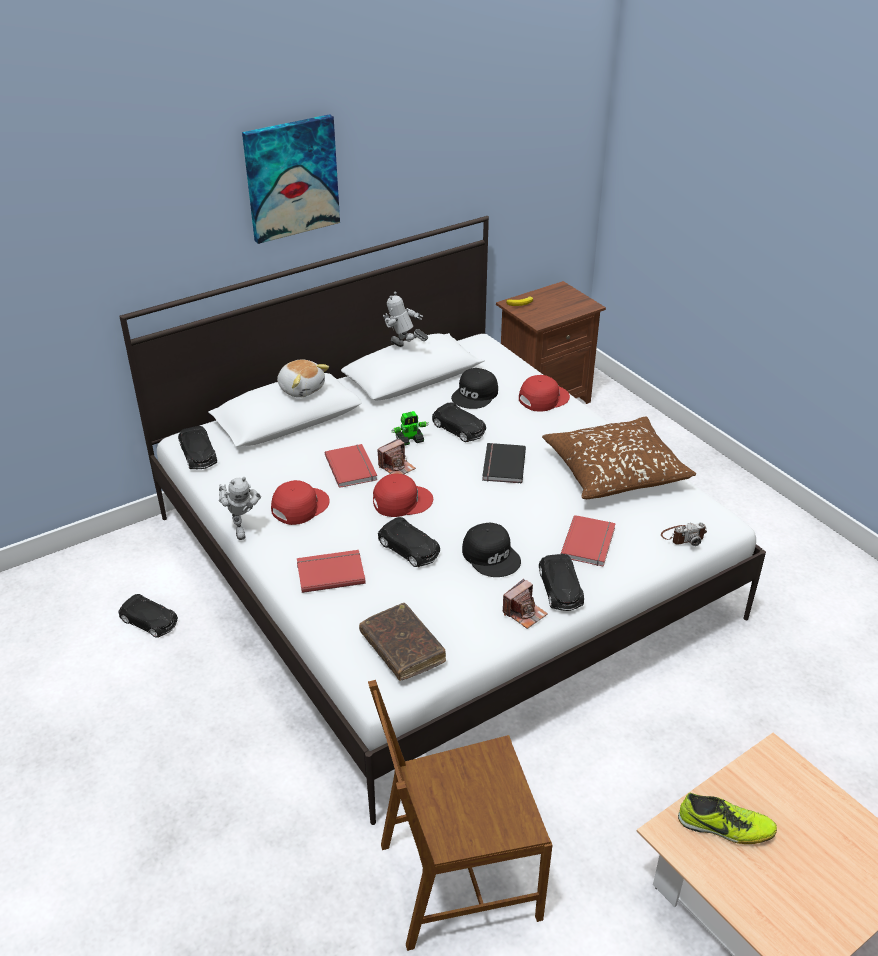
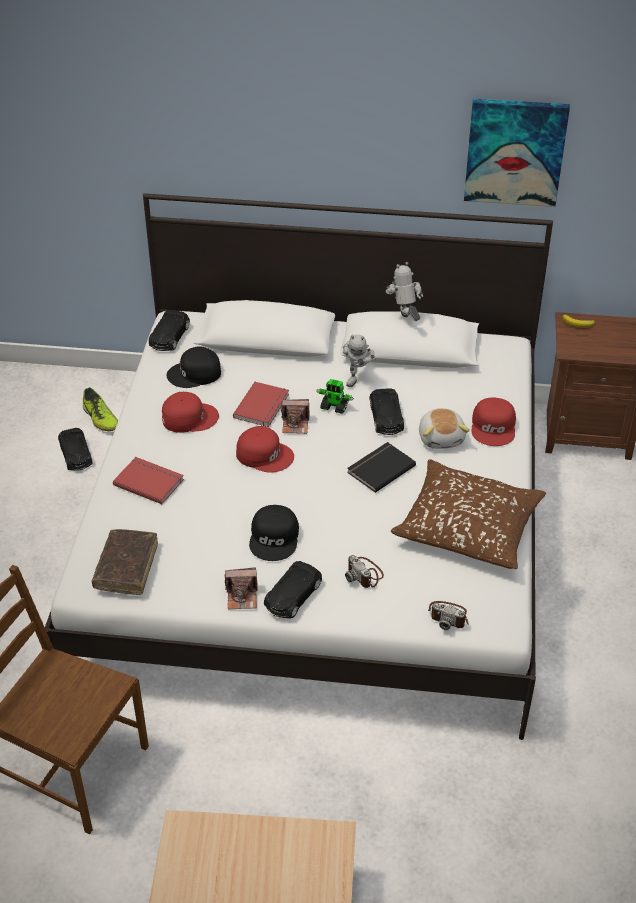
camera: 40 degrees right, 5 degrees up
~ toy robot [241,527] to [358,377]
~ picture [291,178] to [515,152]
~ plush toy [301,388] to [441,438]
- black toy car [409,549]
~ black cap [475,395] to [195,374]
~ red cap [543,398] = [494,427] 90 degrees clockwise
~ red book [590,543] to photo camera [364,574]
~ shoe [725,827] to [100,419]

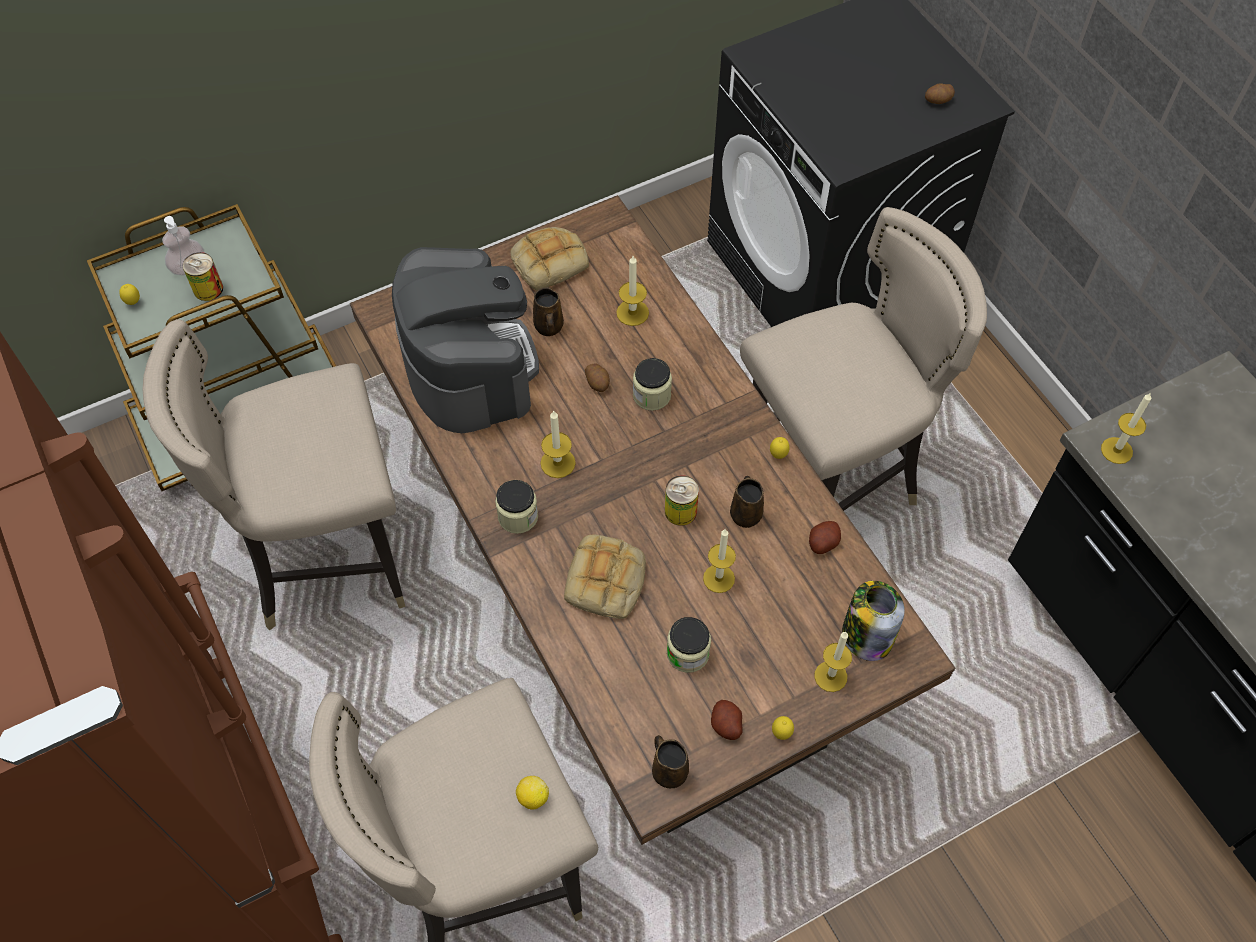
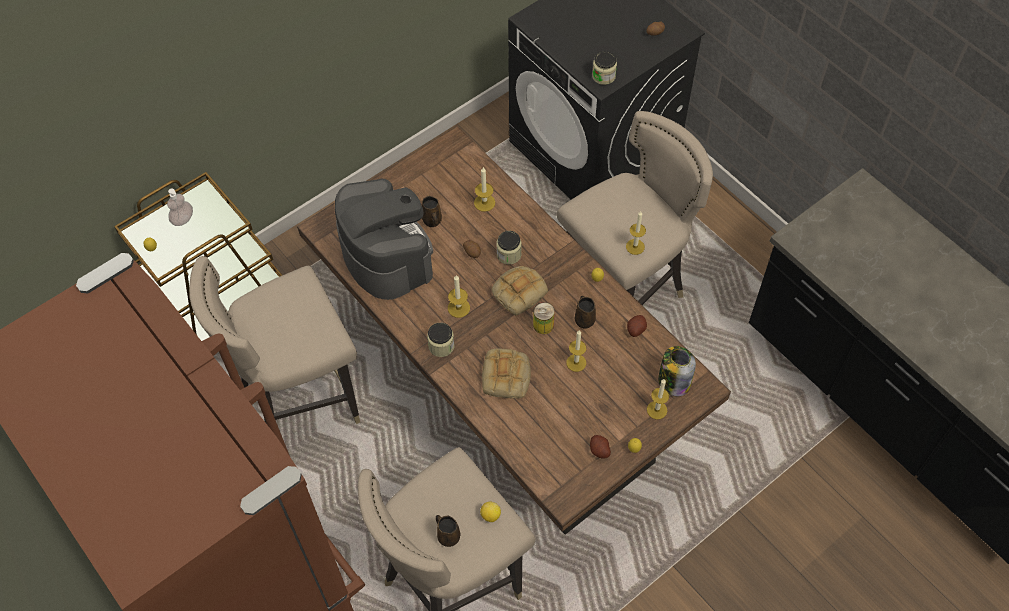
camera: 10 degrees left, 0 degrees up
- can [208,289]
~ bread [550,261] to [519,291]
~ brown mug [668,771] to [448,536]
~ jar [687,653] to [603,76]
~ candle [1116,450] to [635,246]

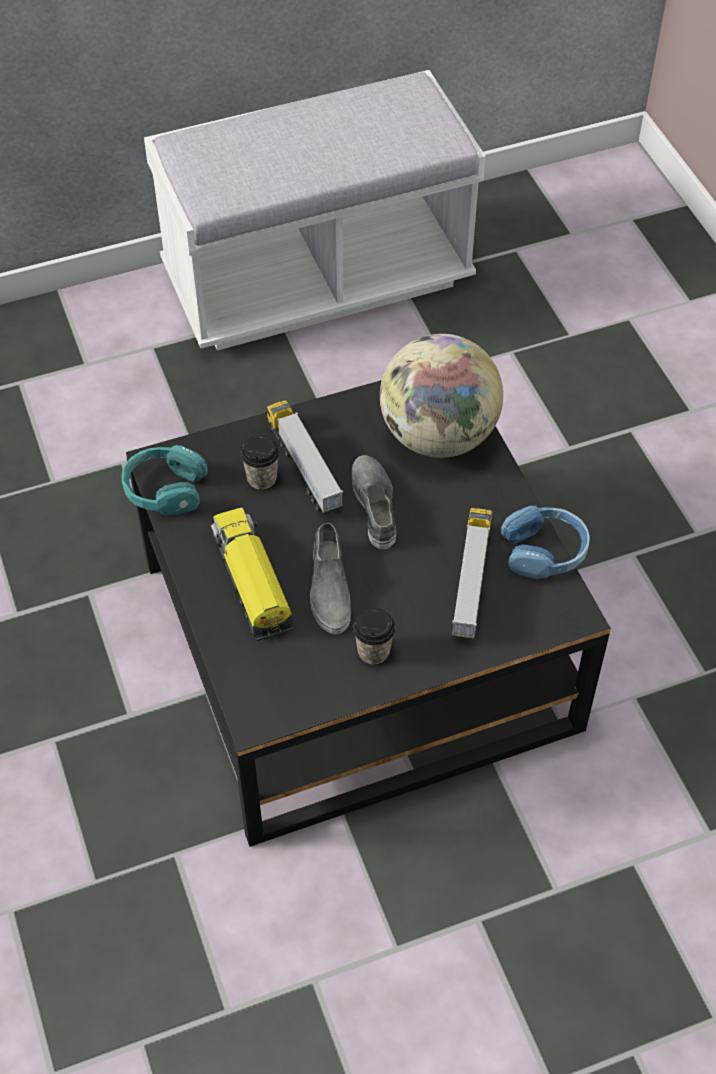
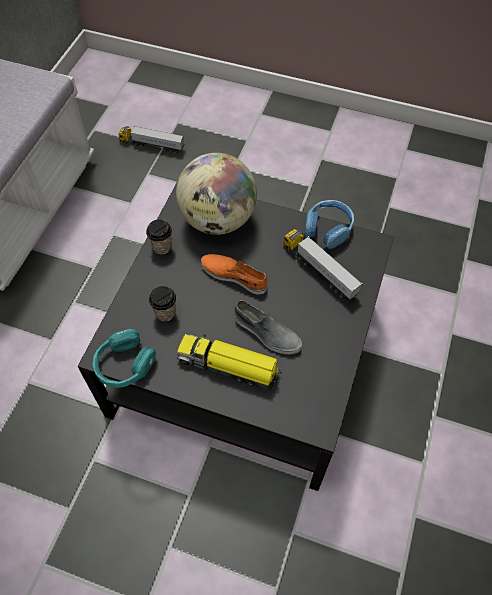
camera: 50 degrees left, 5 degrees up
~ toy truck [304,467] to [152,145]
~ grey shoe [375,505] to orange shoe [234,275]
~ cup [373,651] to [162,247]

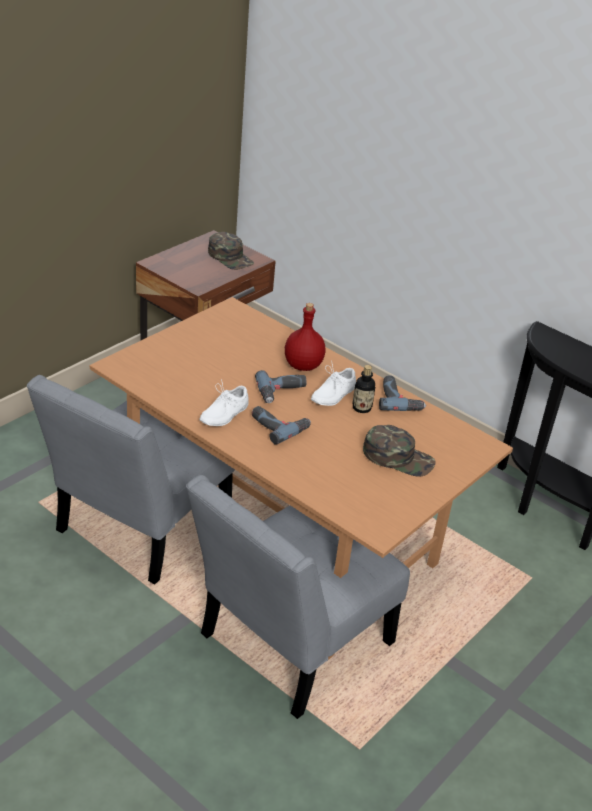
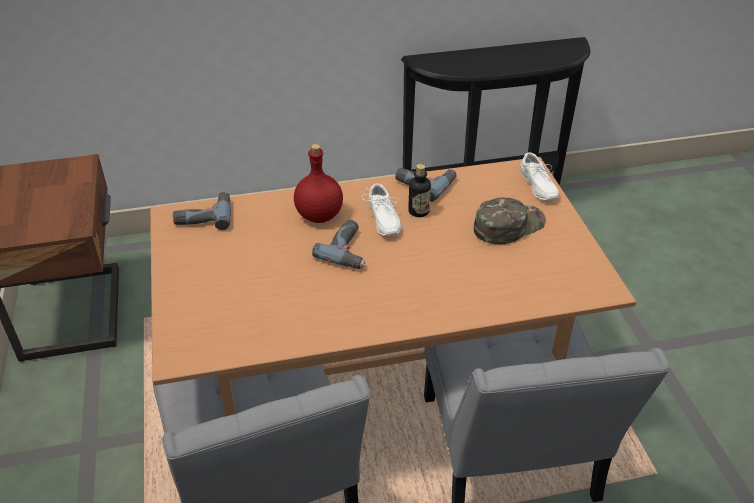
camera: 50 degrees left, 5 degrees up
~ white shoe [222,414] to [536,186]
- green cap [230,257]
~ power drill [279,426] to [204,215]

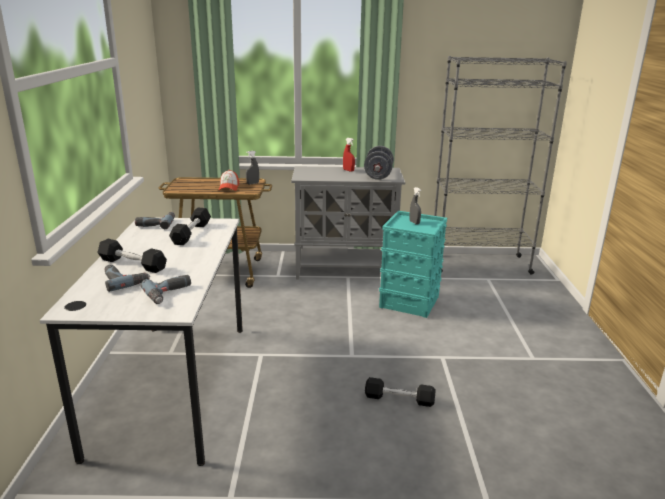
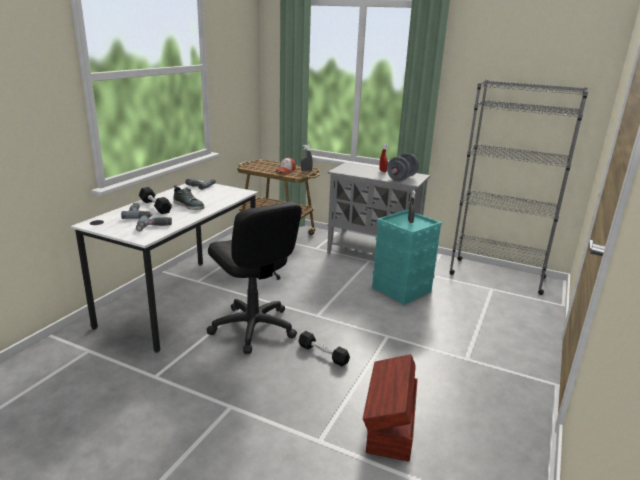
camera: 25 degrees right, 0 degrees up
- black dumbbell [191,233]
+ shoe [189,205]
+ black office chair [253,328]
+ brown storage box [390,424]

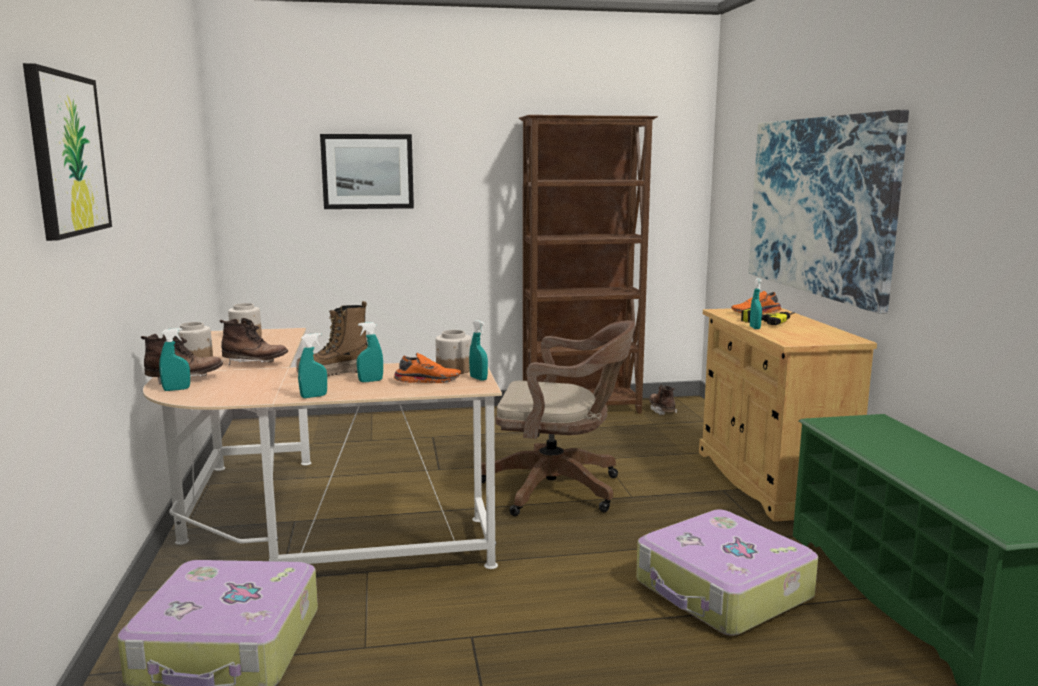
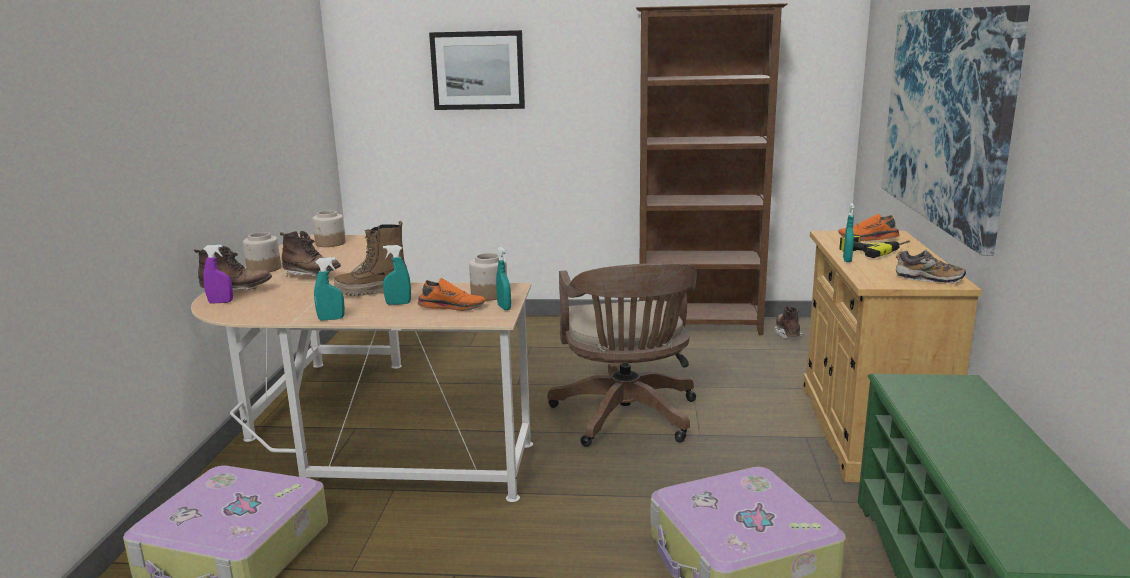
camera: 15 degrees right, 5 degrees up
- picture [67,154]
~ turquoise spray bottle [176,389] to purple spray bottle [220,302]
~ brown office chair [559,489] = [627,418] 60 degrees clockwise
+ shoe [928,279]

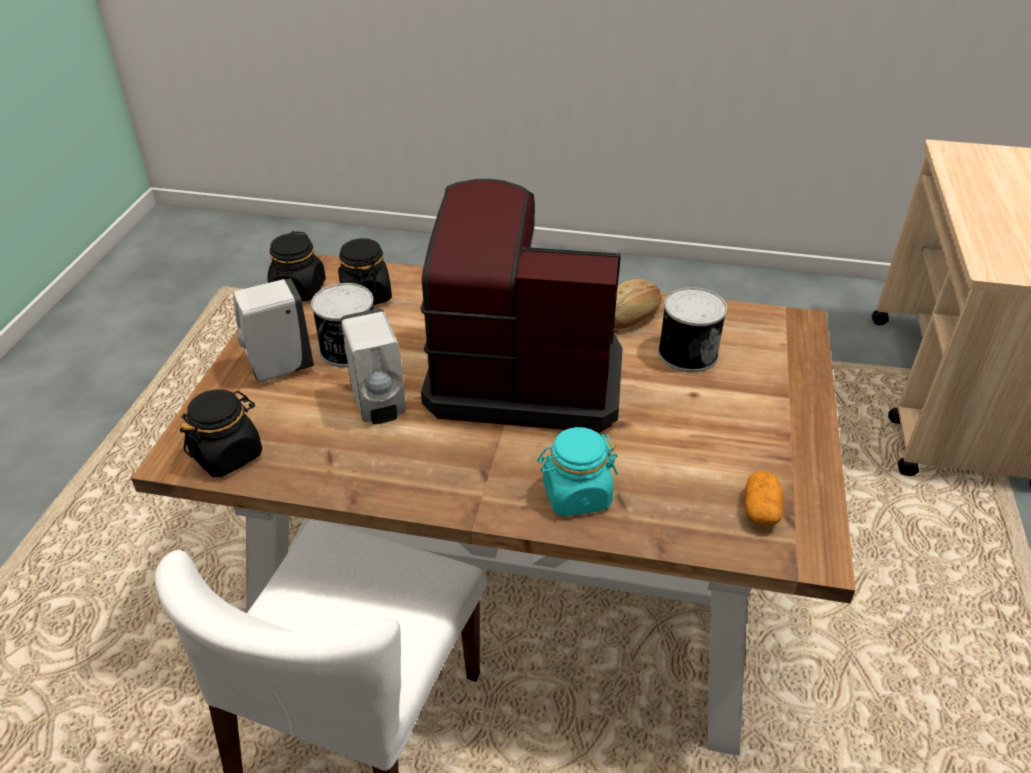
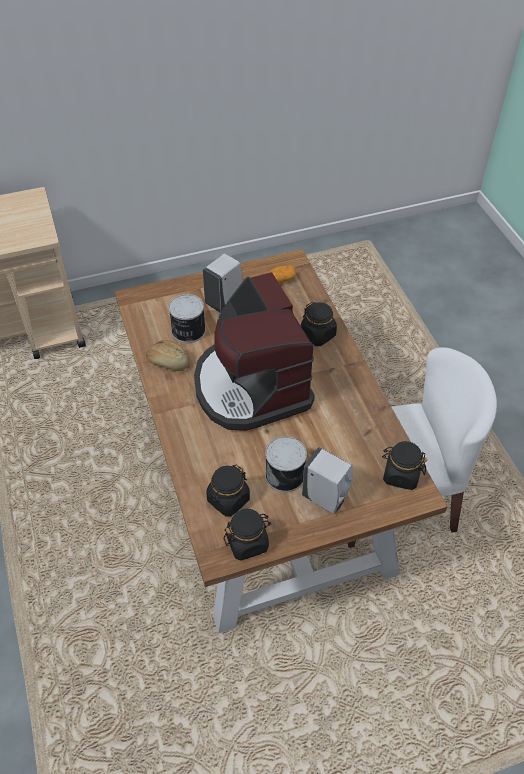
camera: 120 degrees left, 10 degrees up
~ white soap dispenser [379,406] to [224,300]
~ turquoise jar [576,495] to black jar [318,335]

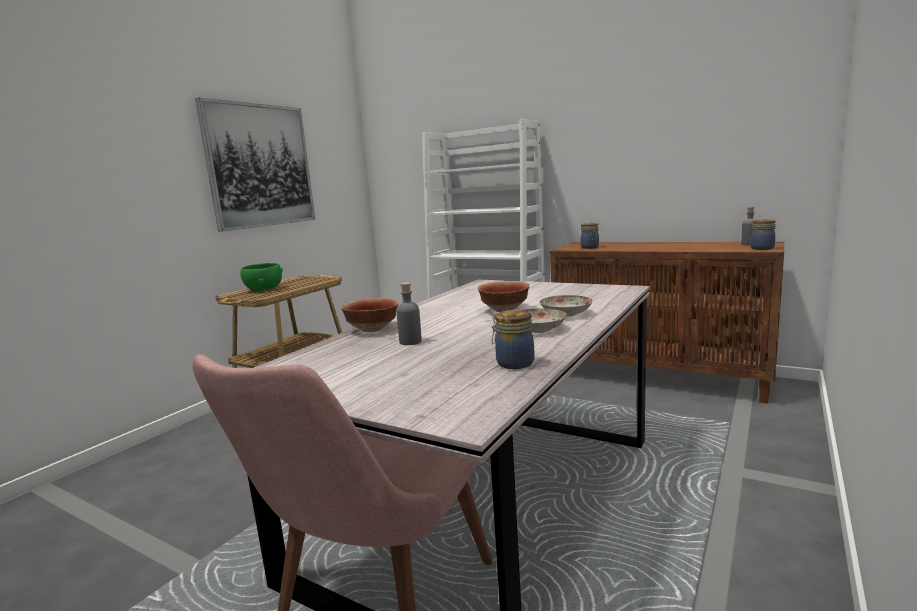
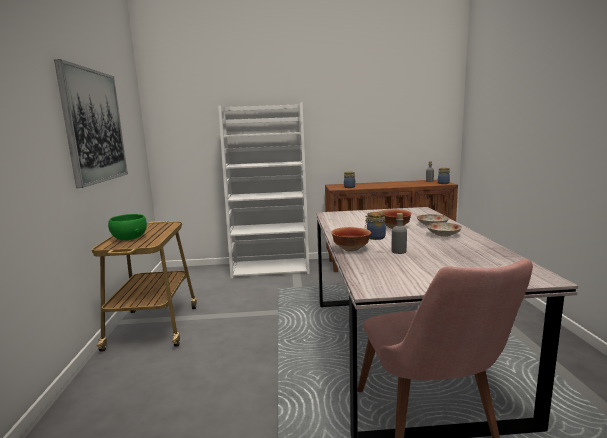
camera: 35 degrees left, 0 degrees up
~ jar [513,363] to [375,237]

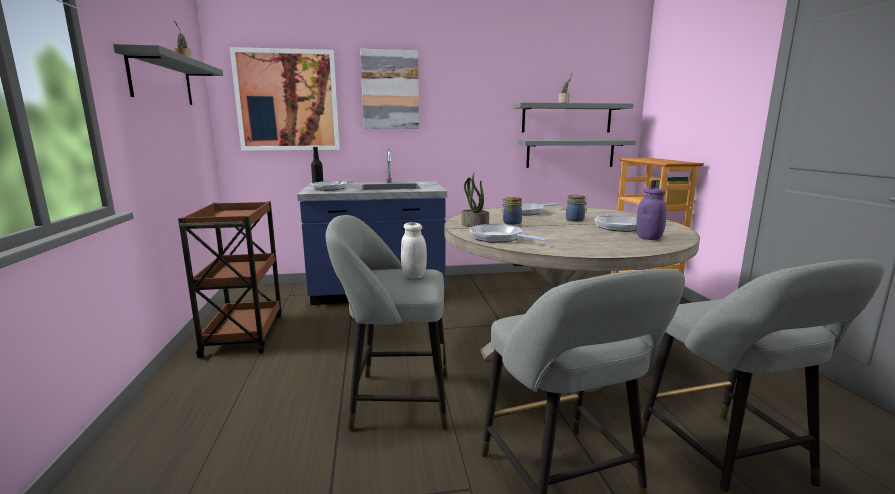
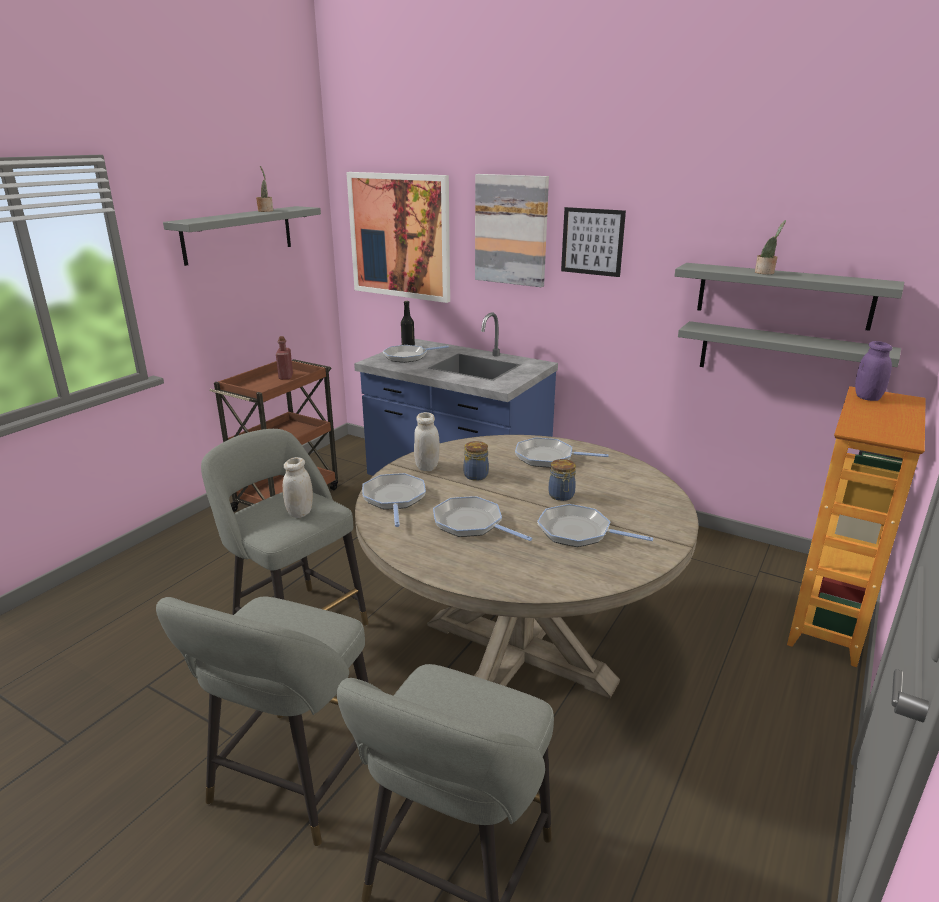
camera: 40 degrees right, 10 degrees up
~ potted plant [474,225] to white jar [427,467]
~ purple jar [649,238] to [867,397]
+ red bottle [286,376]
+ frying pan [471,524]
+ picture [592,241]

